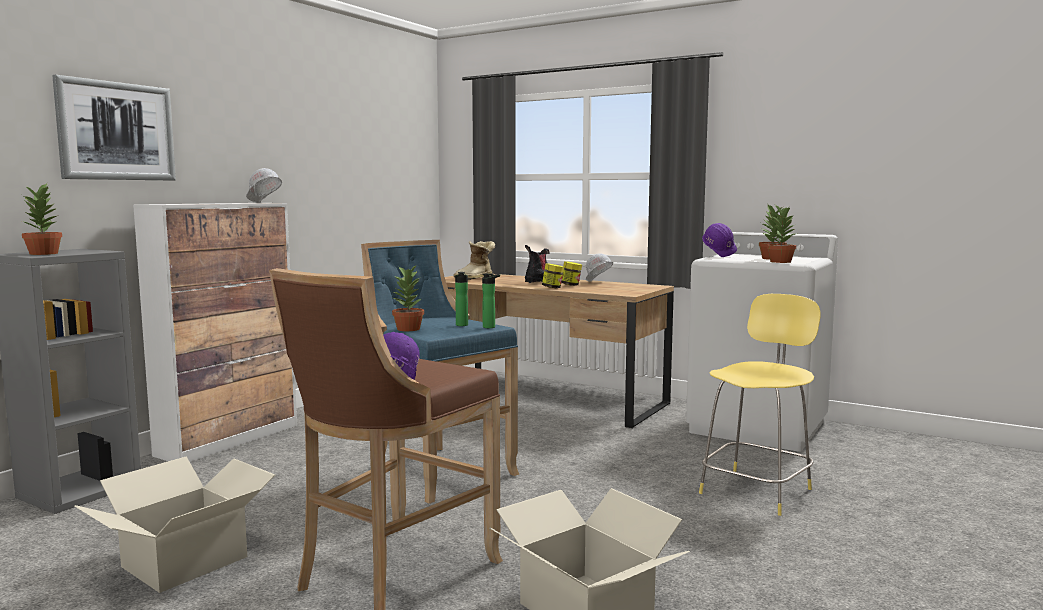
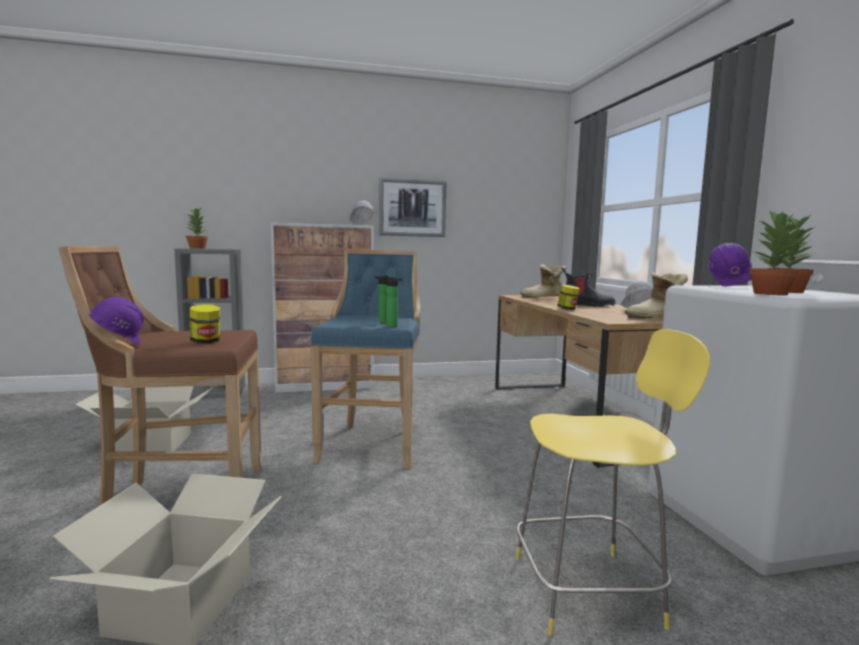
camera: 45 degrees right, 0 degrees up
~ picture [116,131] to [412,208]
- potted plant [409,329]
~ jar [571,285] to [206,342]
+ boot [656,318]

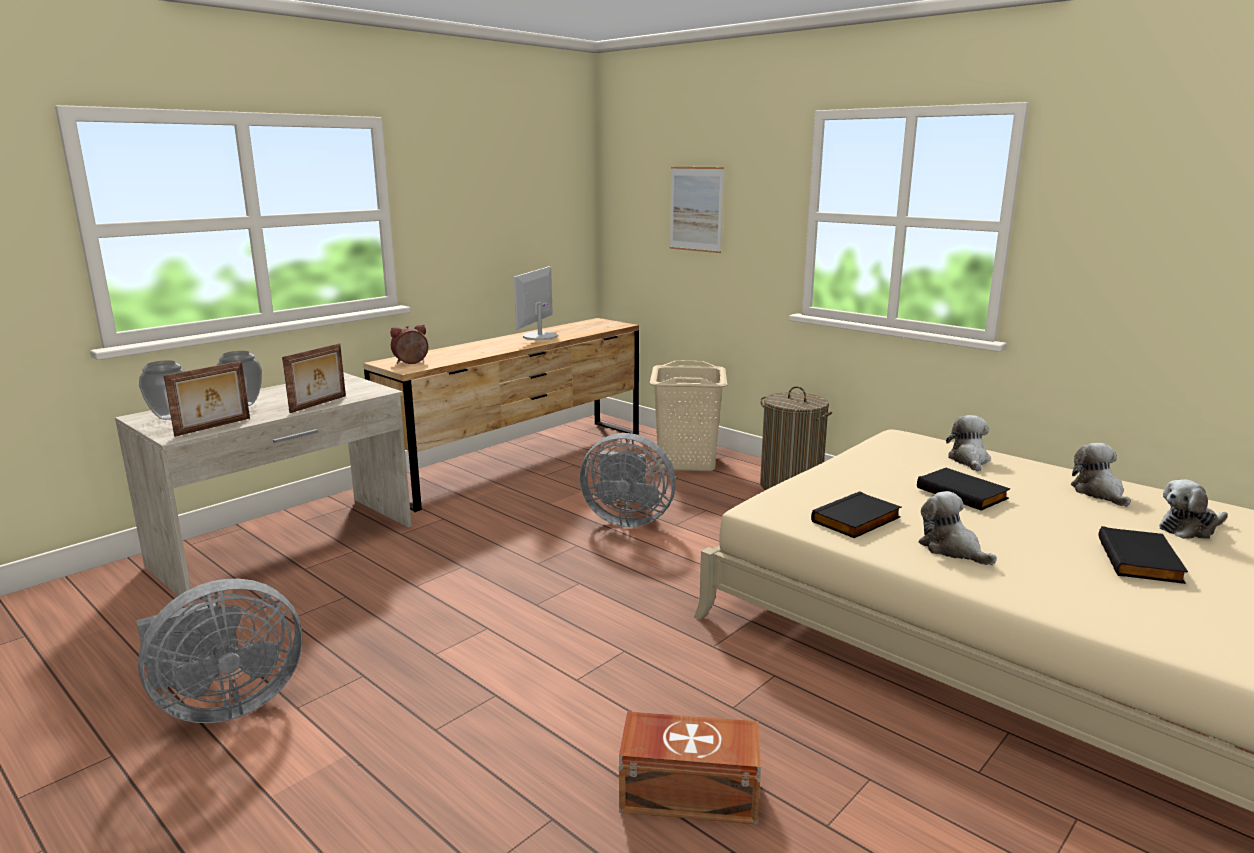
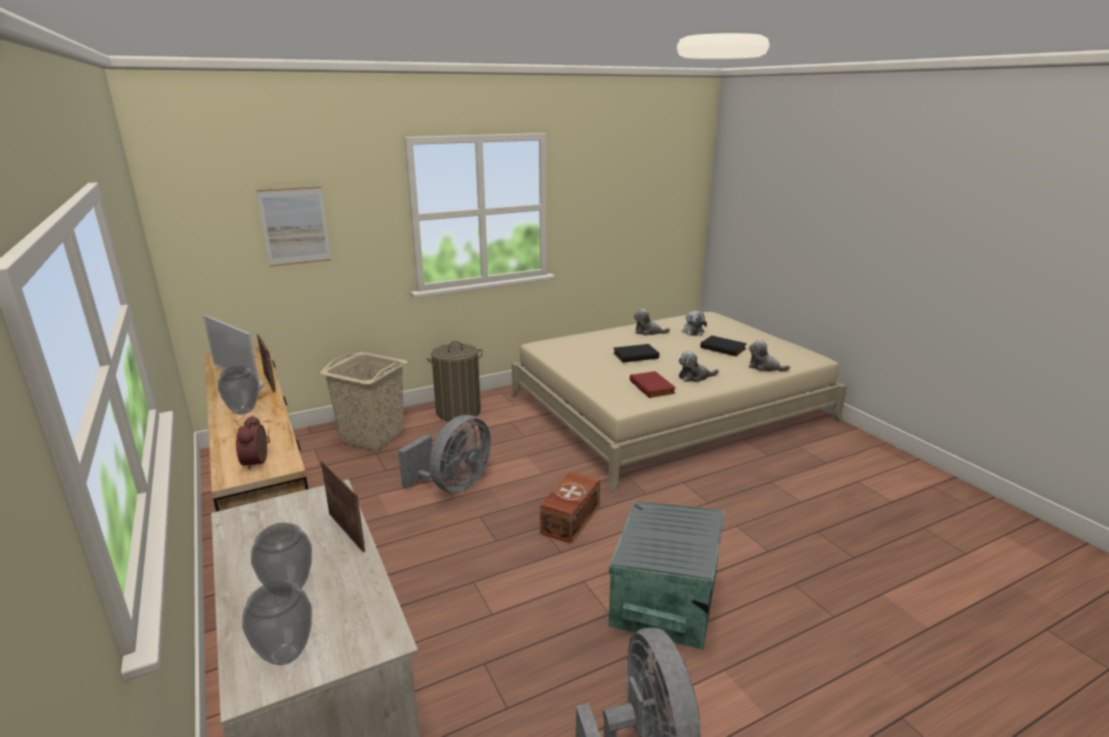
camera: 70 degrees left, 5 degrees up
~ picture frame [214,427] to [270,382]
~ brown storage box [687,791] to [569,520]
~ black book [857,520] to red book [653,387]
~ plush toy [969,460] to [764,367]
+ vase [244,411]
+ grey storage box [662,599]

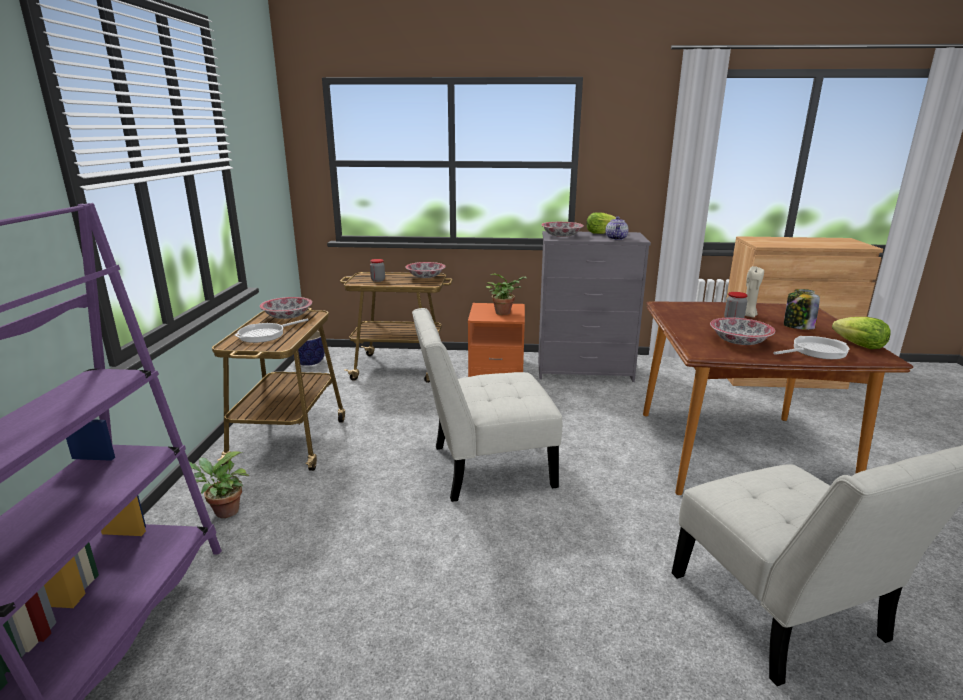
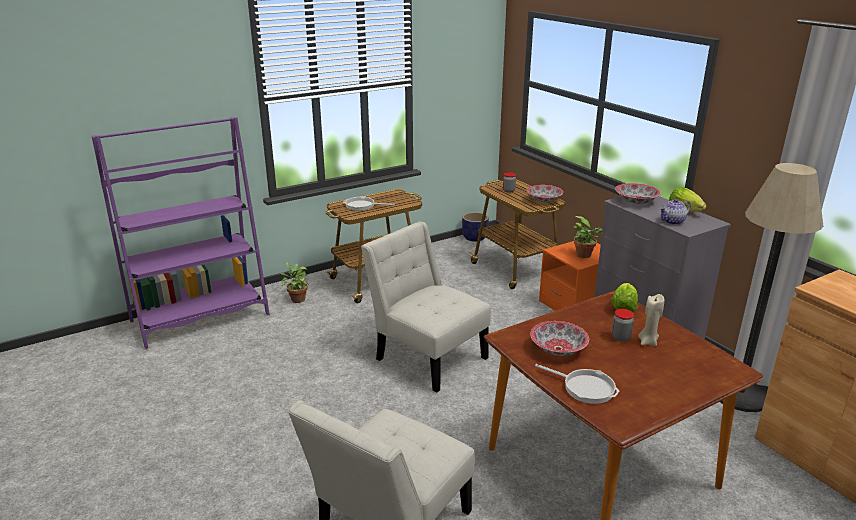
camera: 55 degrees right, 5 degrees up
- bowl [287,317]
- jar [798,327]
~ lettuce [859,346] to [623,308]
+ floor lamp [740,393]

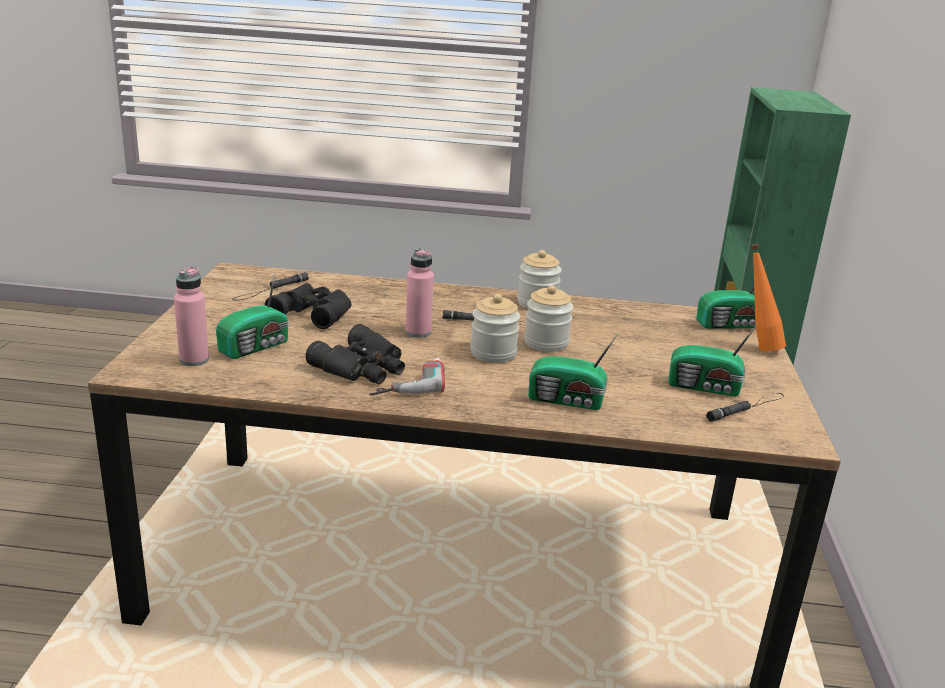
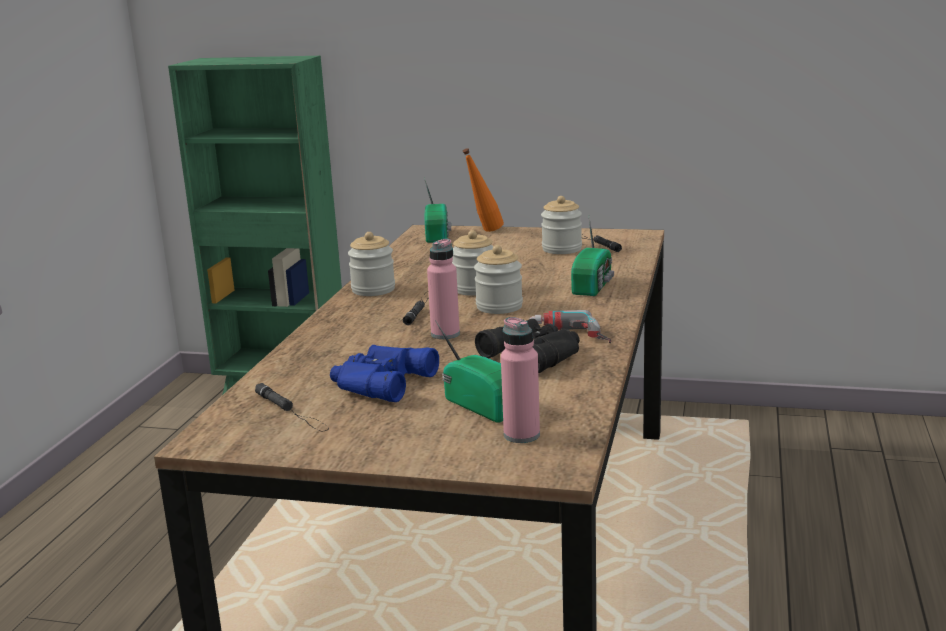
camera: 80 degrees left, 5 degrees down
~ black binoculars [314,312] to blue binoculars [379,382]
~ radio [705,387] to jar [562,249]

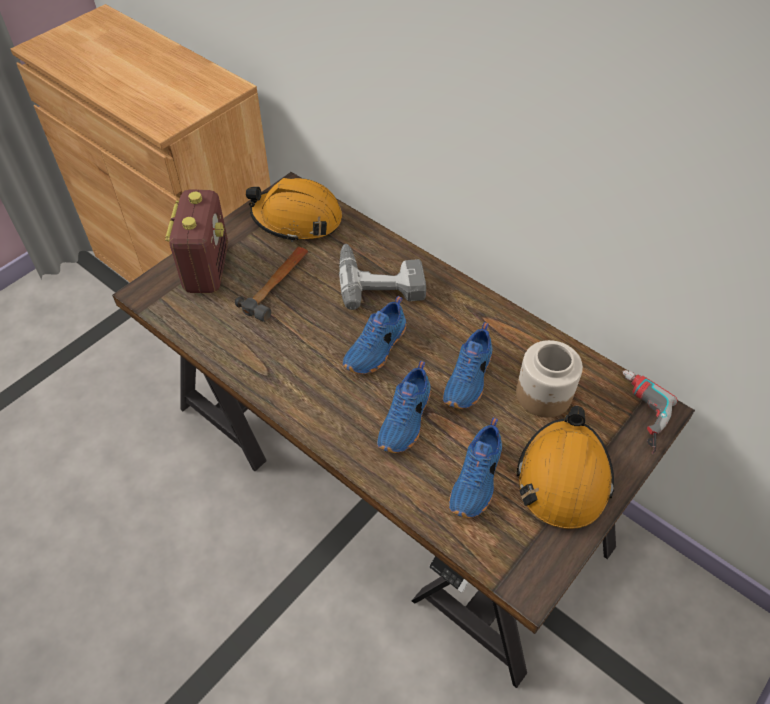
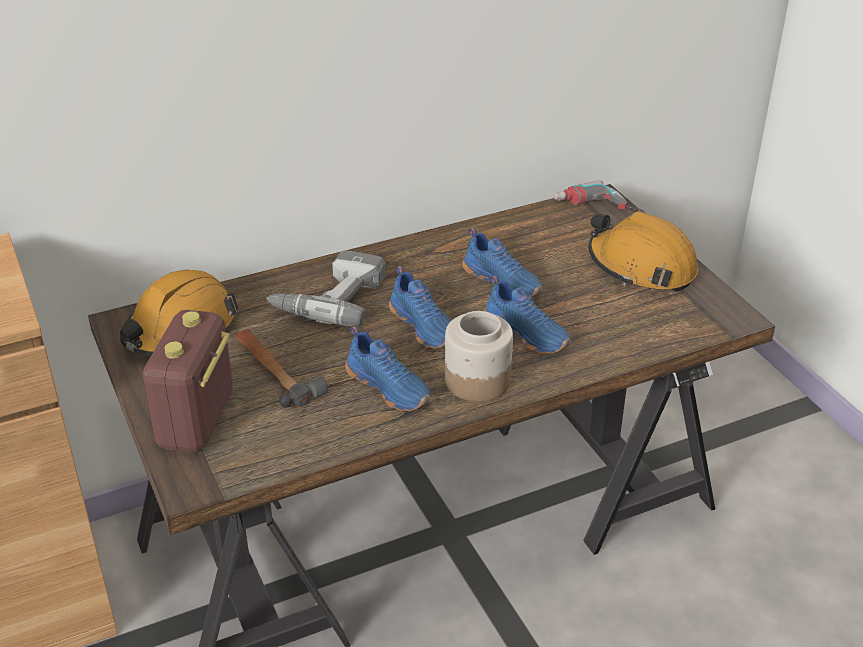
camera: 65 degrees left, 15 degrees down
~ radio [206,268] = [196,421] 105 degrees counterclockwise
~ blue shoe [477,480] to [390,387]
~ jar [542,394] to [477,381]

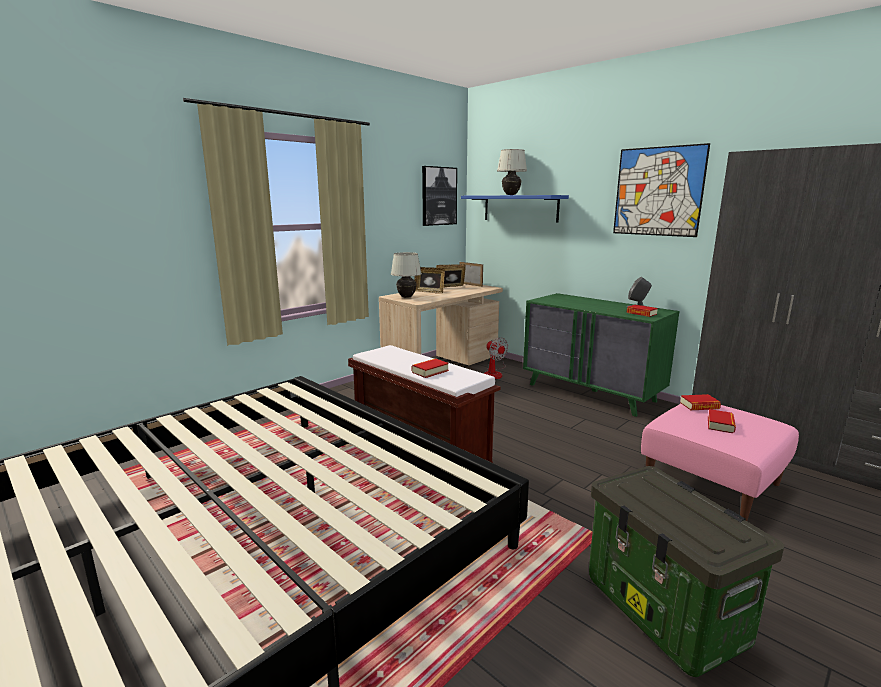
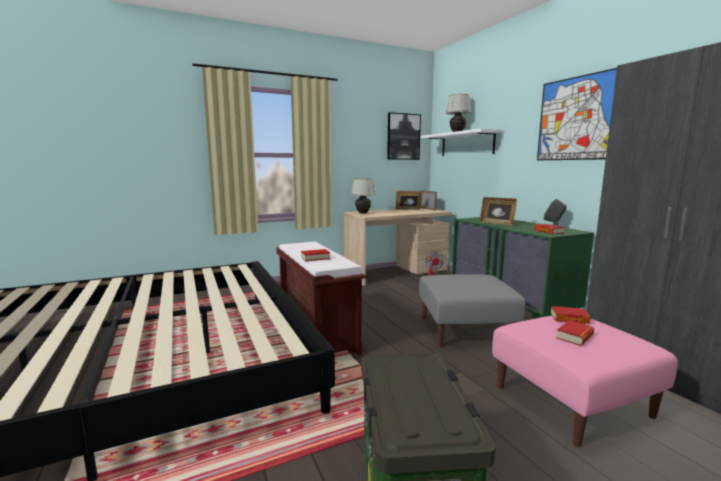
camera: 20 degrees right, 5 degrees down
~ picture frame [429,292] to [497,223]
~ blue shelf [520,208] to white shelf [467,144]
+ grey ottoman [465,329]

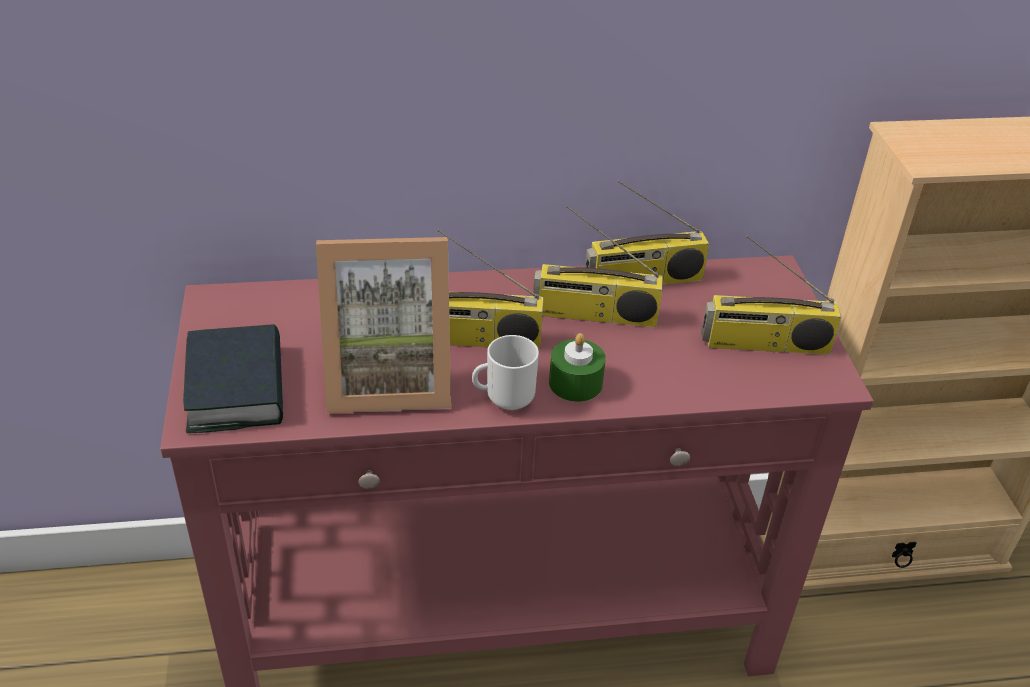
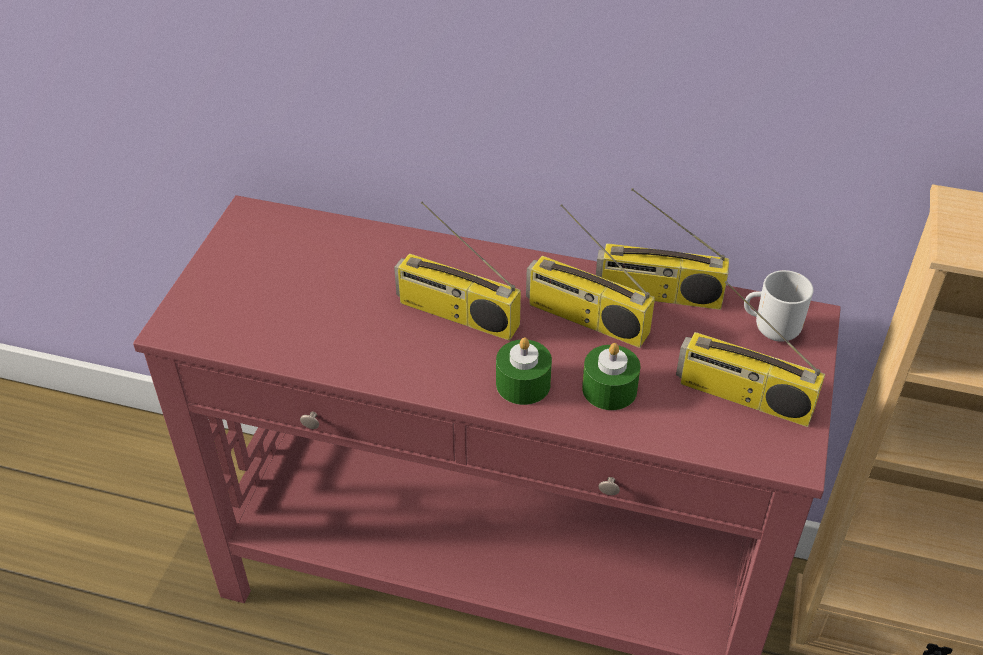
camera: 25 degrees right, 5 degrees up
- book [237,388]
- picture frame [388,379]
~ mug [506,400] to [773,330]
+ green candle [609,389]

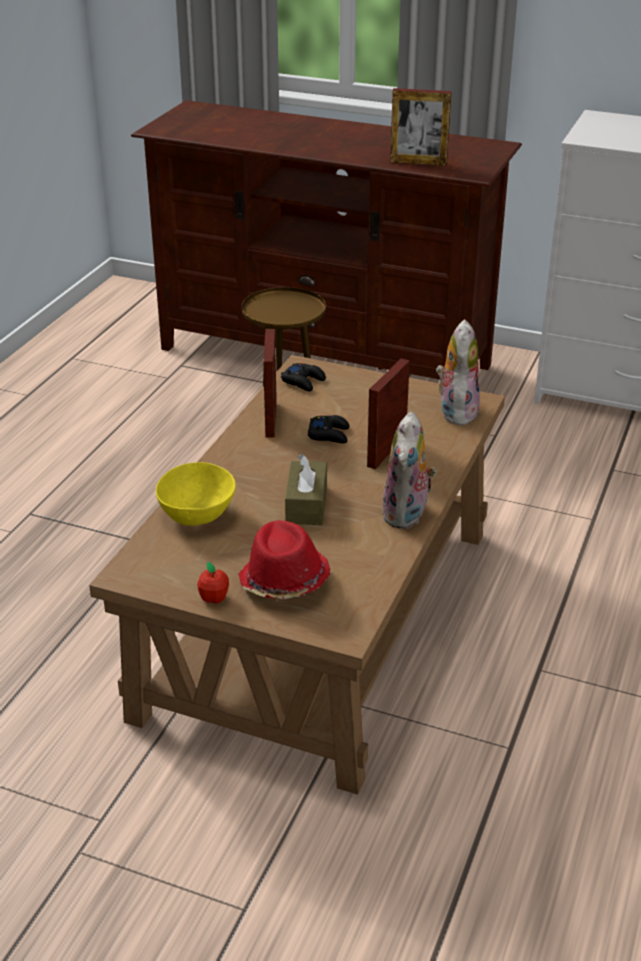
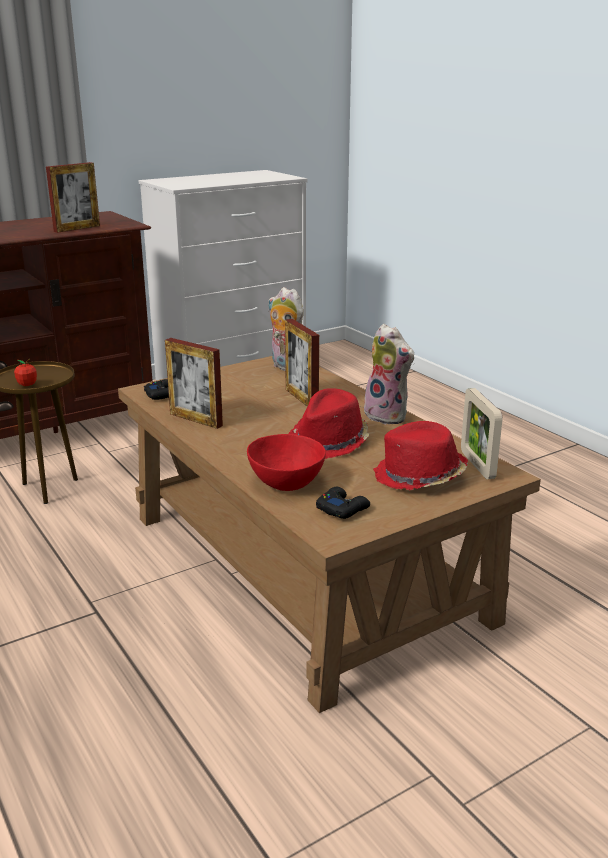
camera: 55 degrees left, 10 degrees down
~ yellow bowl [198,514] to red bowl [286,482]
~ apple [214,598] to [27,384]
~ brown tissue box [306,504] to red hat [330,441]
~ black game controller [329,434] to [342,508]
+ picture frame [477,465]

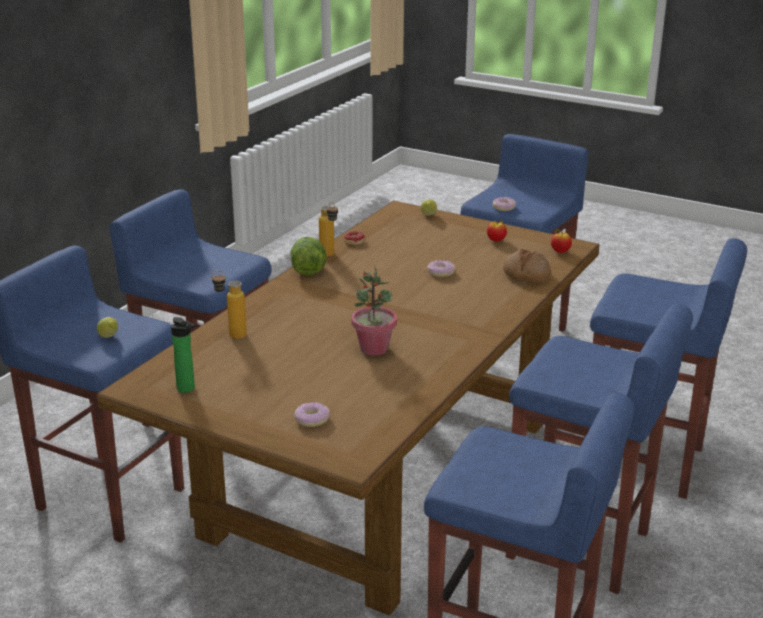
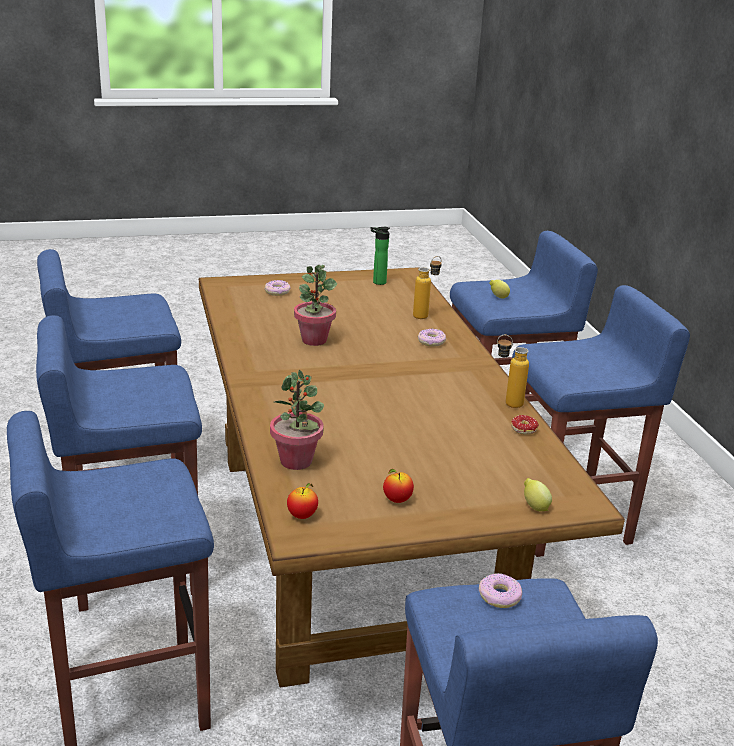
camera: 135 degrees right, 0 degrees up
- lettuce [307,268]
~ donut [441,272] to [431,342]
~ bread [526,274] to potted plant [296,461]

